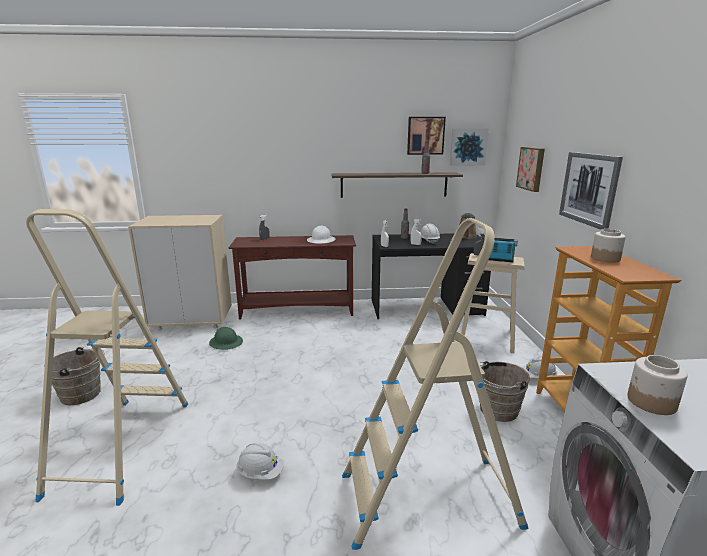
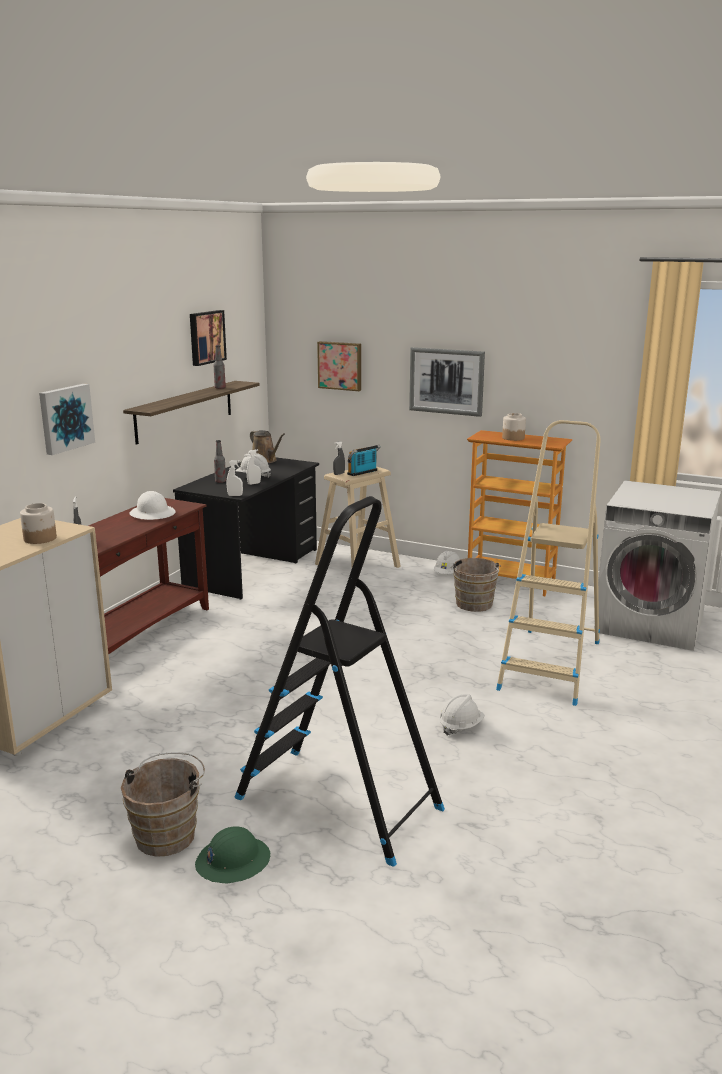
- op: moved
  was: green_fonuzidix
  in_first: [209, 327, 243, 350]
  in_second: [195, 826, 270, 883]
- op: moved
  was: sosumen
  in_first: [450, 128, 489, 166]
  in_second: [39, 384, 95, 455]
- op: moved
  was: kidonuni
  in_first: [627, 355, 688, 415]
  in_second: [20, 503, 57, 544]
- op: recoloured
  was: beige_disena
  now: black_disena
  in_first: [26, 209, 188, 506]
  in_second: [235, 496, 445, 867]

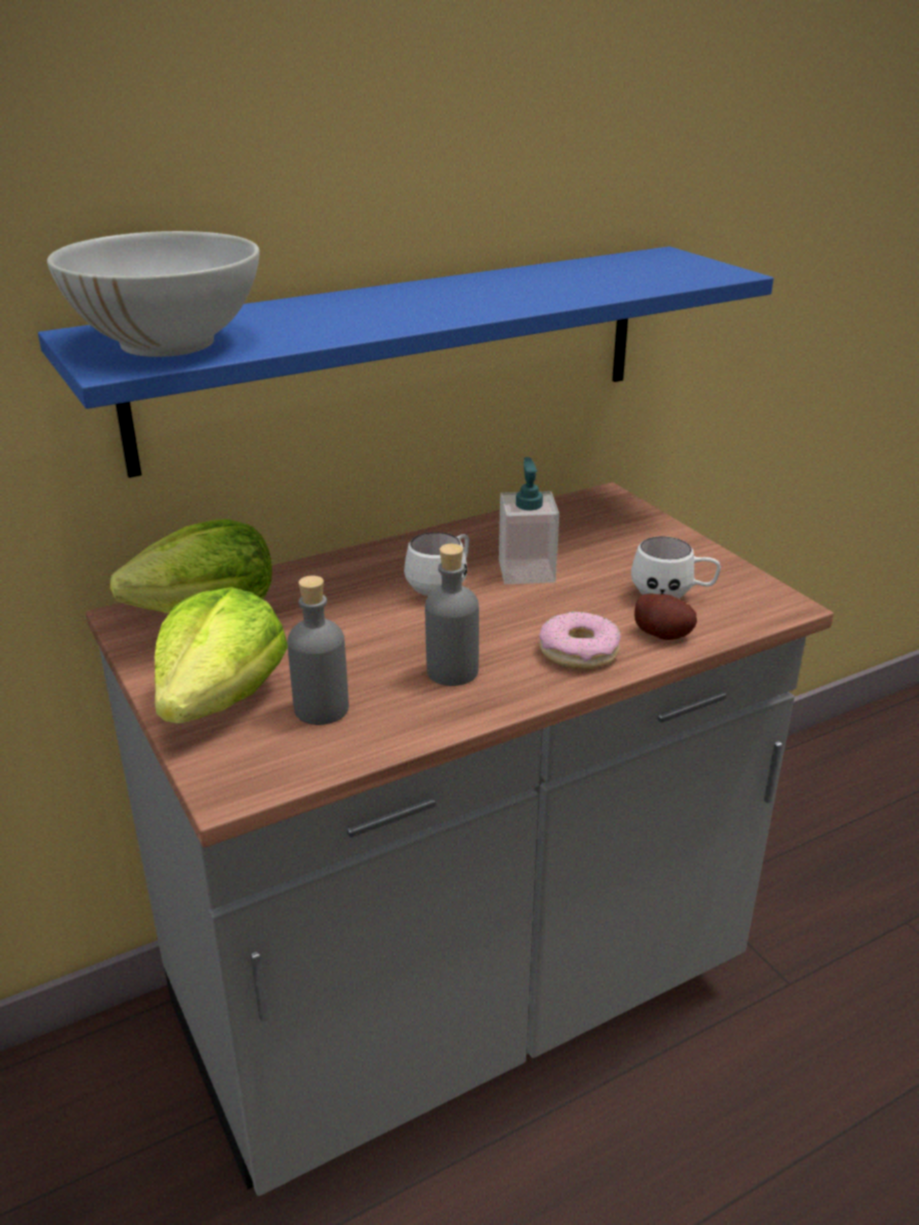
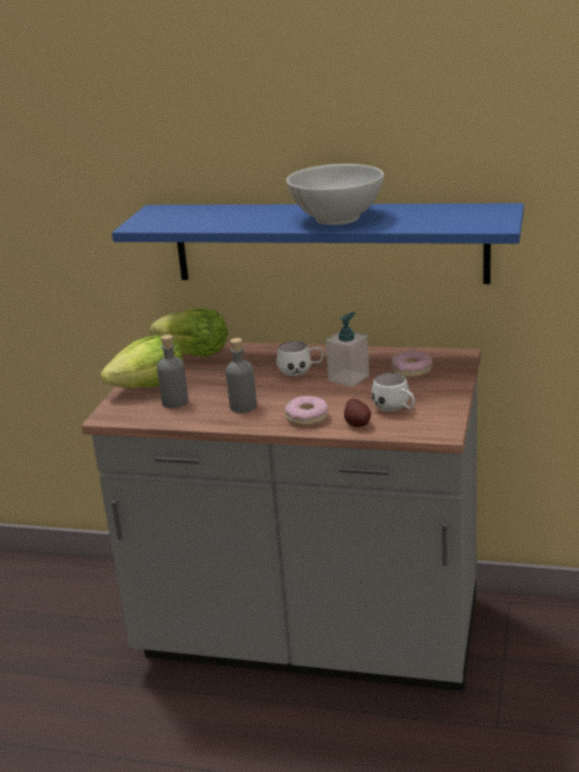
- op: added
  now: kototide
  in_second: [391, 351, 432, 378]
- op: moved
  was: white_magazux
  in_first: [47, 231, 260, 357]
  in_second: [286, 164, 384, 225]

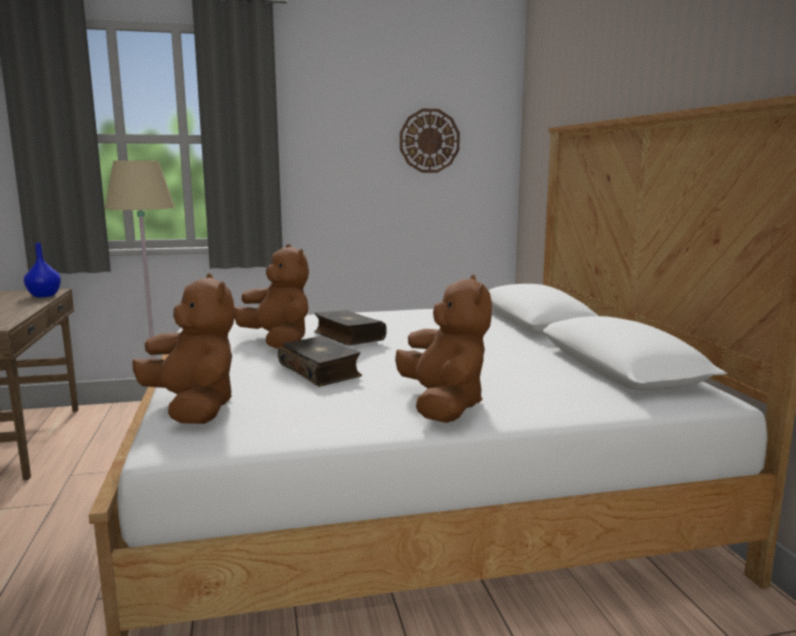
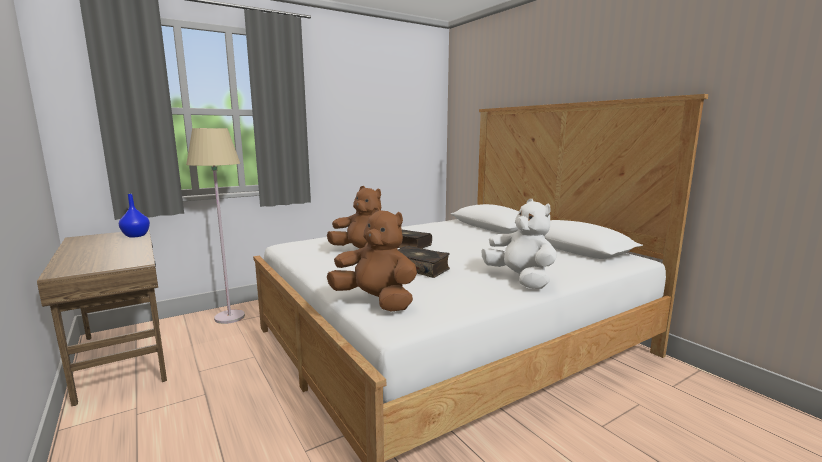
- op: removed
  was: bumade
  in_first: [400, 108, 460, 173]
- op: recoloured
  was: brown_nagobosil
  now: white_nagobosil
  in_first: [395, 275, 492, 423]
  in_second: [481, 199, 557, 289]

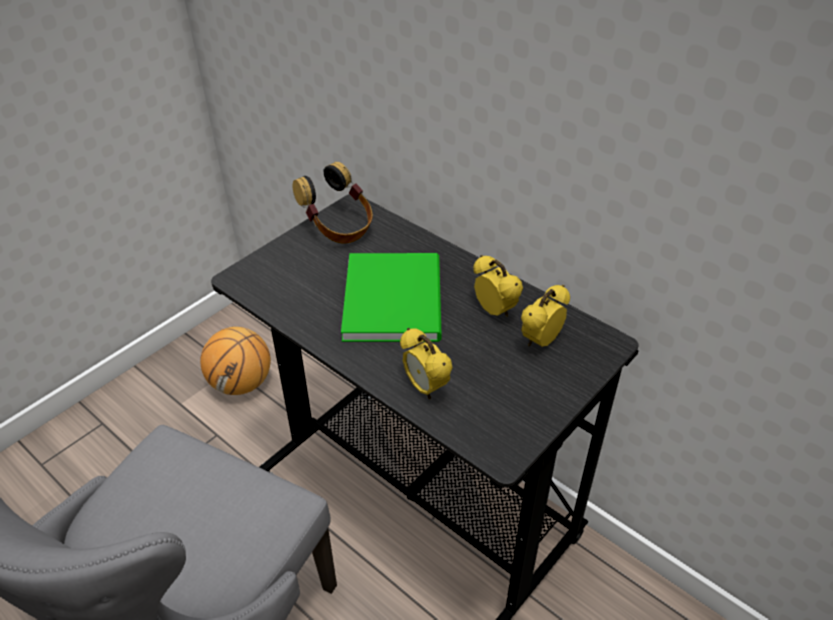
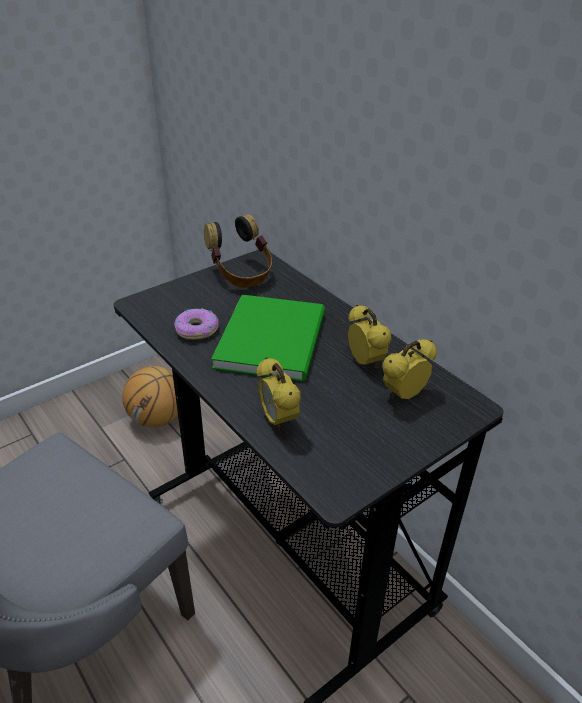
- op: added
  now: kototide
  in_second: [174, 308, 219, 340]

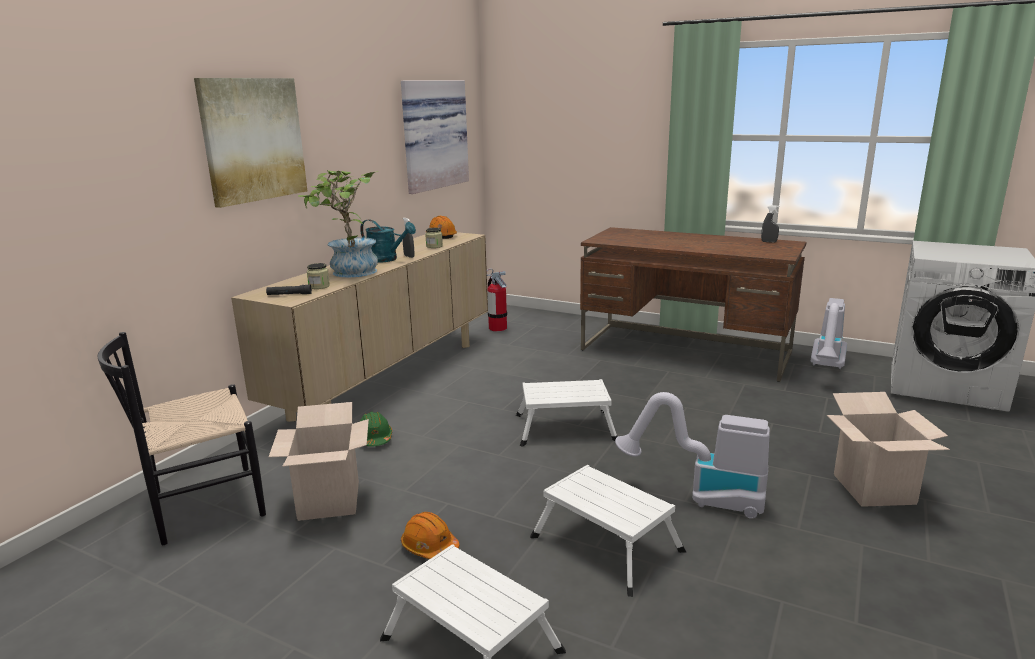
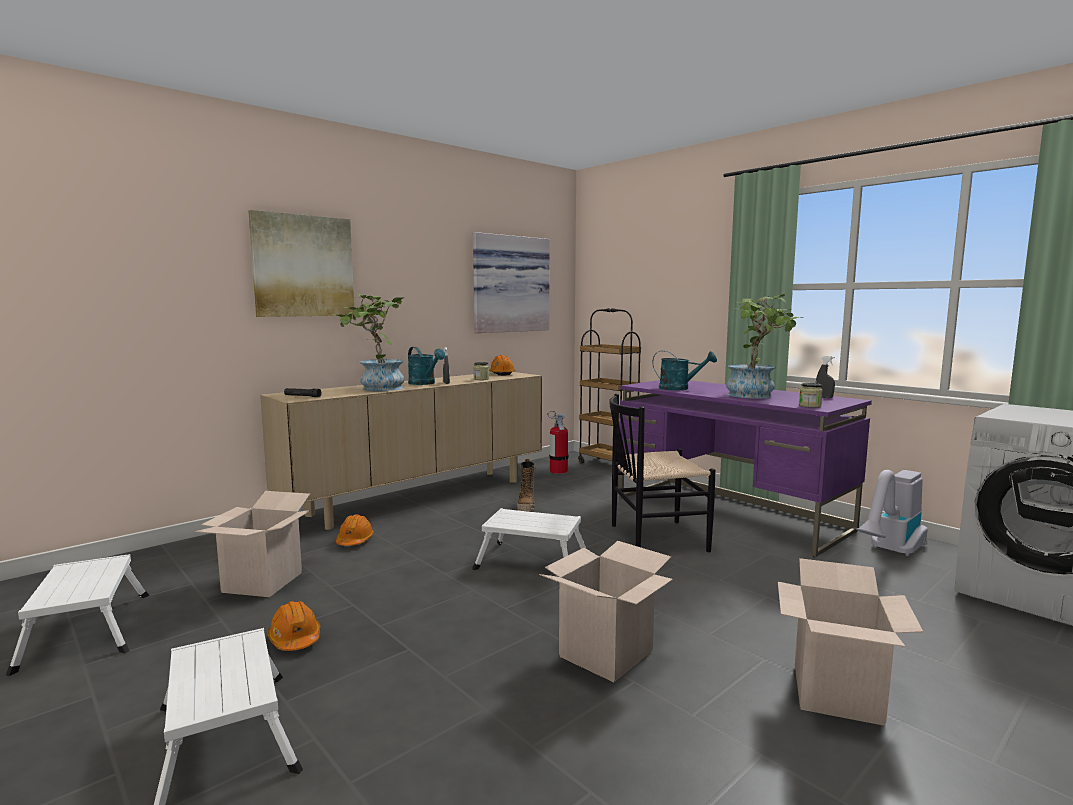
- op: added
  now: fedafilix
  in_second: [517, 458, 536, 512]
- op: added
  now: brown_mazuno
  in_second: [578, 308, 641, 471]
- op: added
  now: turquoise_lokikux
  in_second: [652, 351, 717, 390]
- op: added
  now: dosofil
  in_second: [726, 294, 804, 399]
- op: moved
  was: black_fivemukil
  in_first: [98, 332, 266, 545]
  in_second: [609, 394, 715, 552]
- op: moved
  was: kidonuni
  in_first: [307, 263, 330, 289]
  in_second: [799, 383, 823, 407]
- op: moved
  was: white_disena
  in_first: [530, 465, 686, 597]
  in_second: [6, 554, 150, 676]
- op: replaced
  was: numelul
  now: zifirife
  in_first: [615, 392, 770, 519]
  in_second: [539, 541, 673, 682]
- op: recoloured
  was: green_fonuzidix
  now: orange_fonuzidix
  in_first: [359, 412, 392, 446]
  in_second: [336, 514, 374, 546]
- op: recoloured
  was: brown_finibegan
  now: purple_finibegan
  in_first: [580, 227, 807, 382]
  in_second: [619, 380, 872, 557]

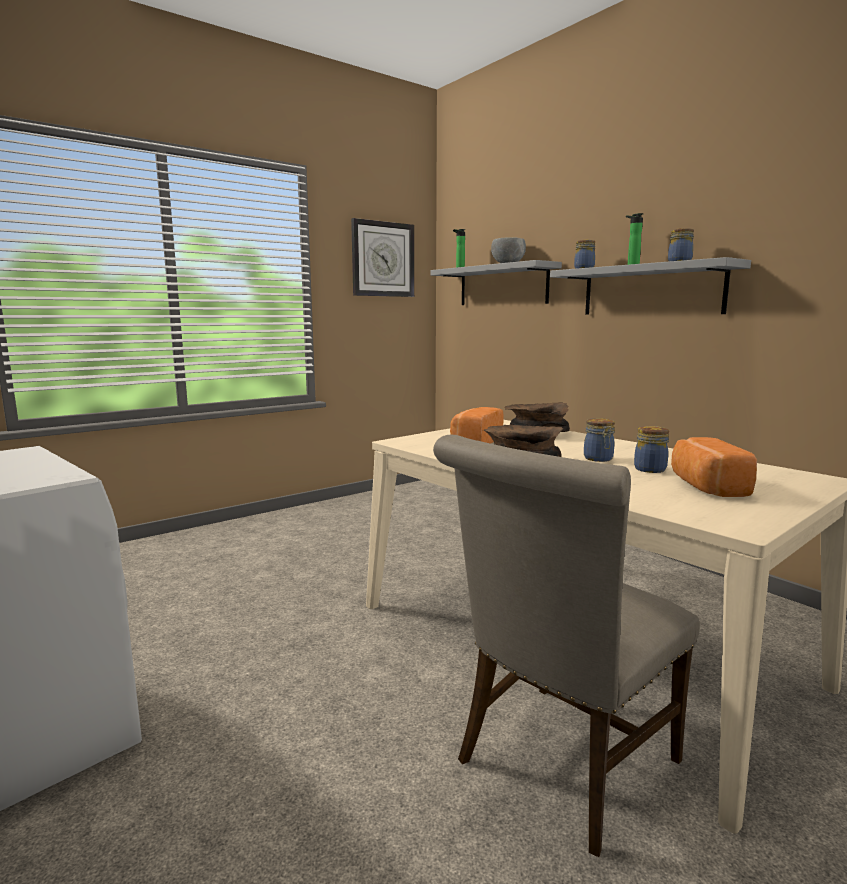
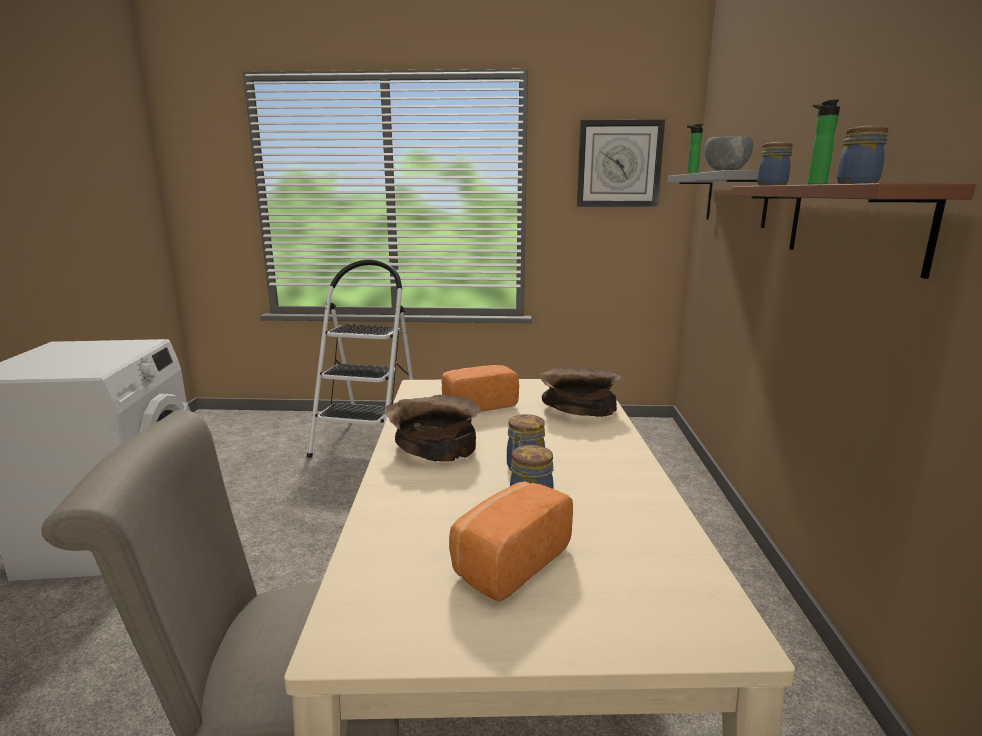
- op: added
  now: disena
  in_second: [307, 259, 413, 458]
- op: recoloured
  was: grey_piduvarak
  now: brown_piduvarak
  in_first: [550, 257, 751, 314]
  in_second: [732, 183, 976, 279]

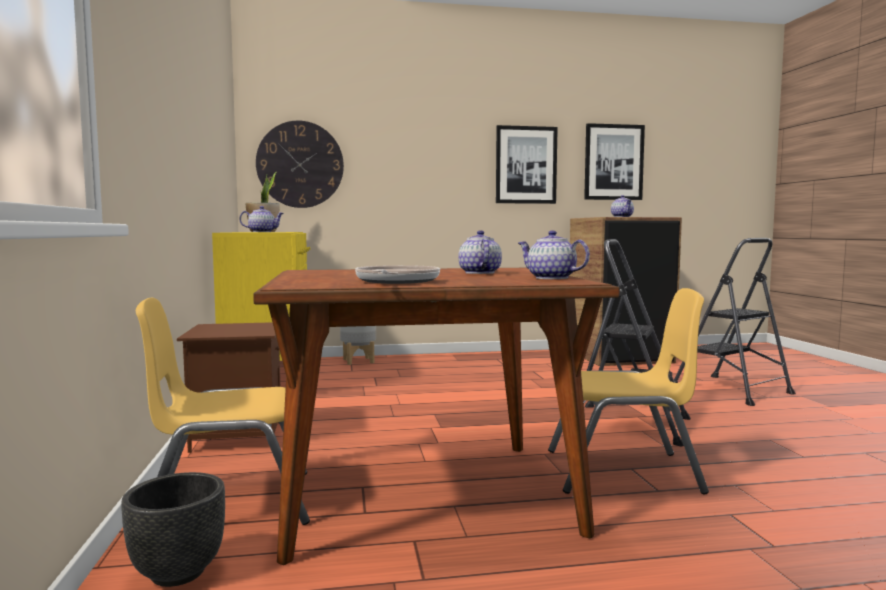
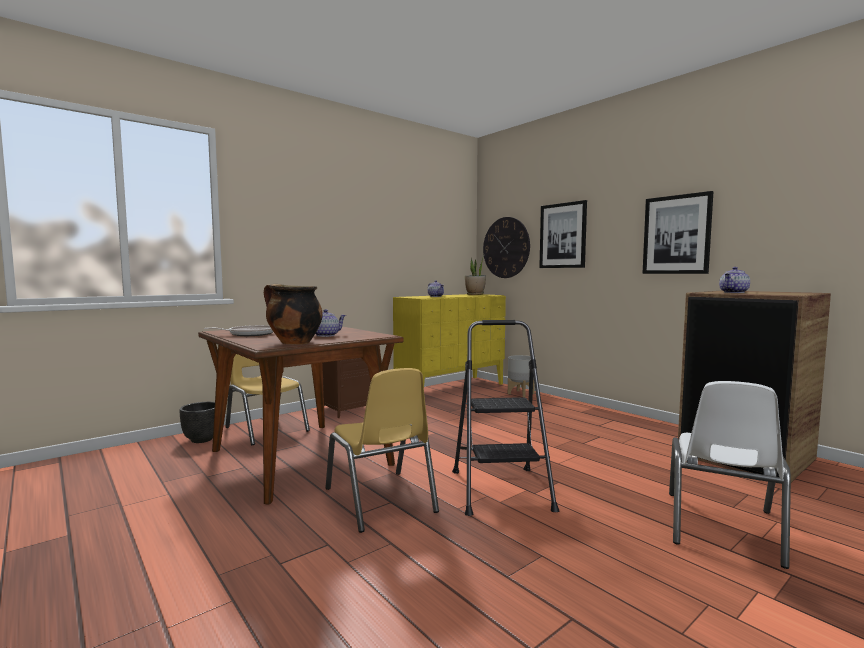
- op: moved
  was: sosumen
  in_first: [584, 123, 645, 200]
  in_second: [539, 200, 587, 268]
- op: replaced
  was: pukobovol
  now: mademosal
  in_first: [518, 230, 590, 279]
  in_second: [264, 284, 322, 345]
- op: replaced
  was: black_disena
  now: white_fivemukil
  in_first: [674, 238, 796, 406]
  in_second: [669, 381, 791, 569]

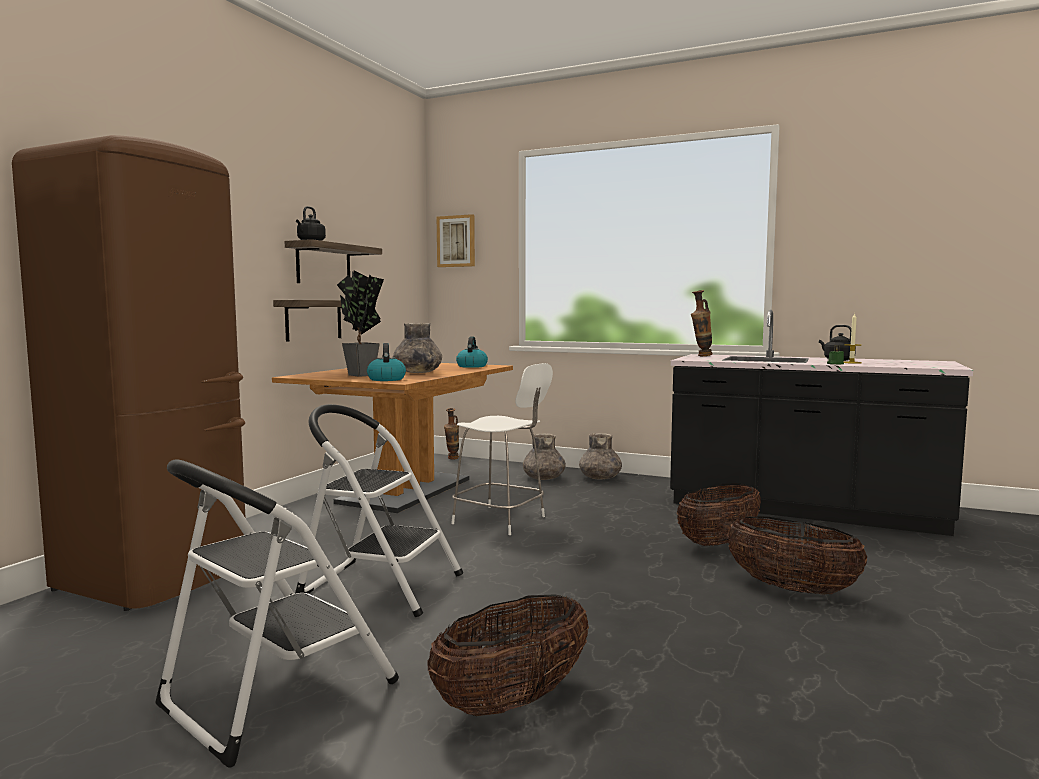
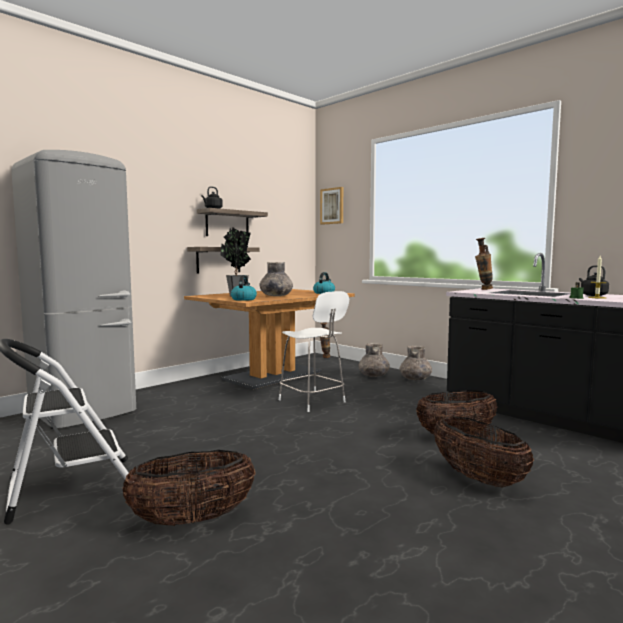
- op: removed
  was: disena
  in_first: [295, 404, 463, 617]
- op: recoloured
  was: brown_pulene
  now: grey_pulene
  in_first: [12, 135, 246, 611]
  in_second: [11, 150, 136, 429]

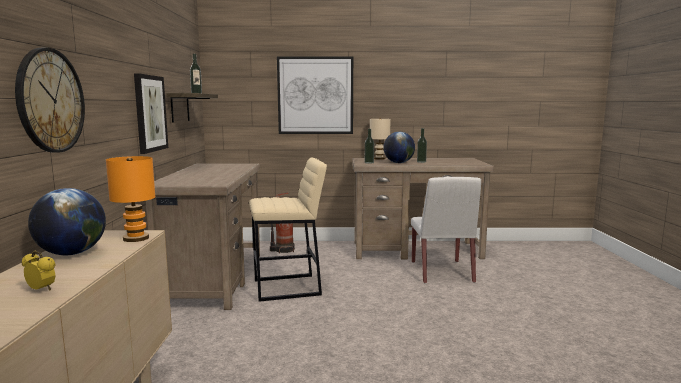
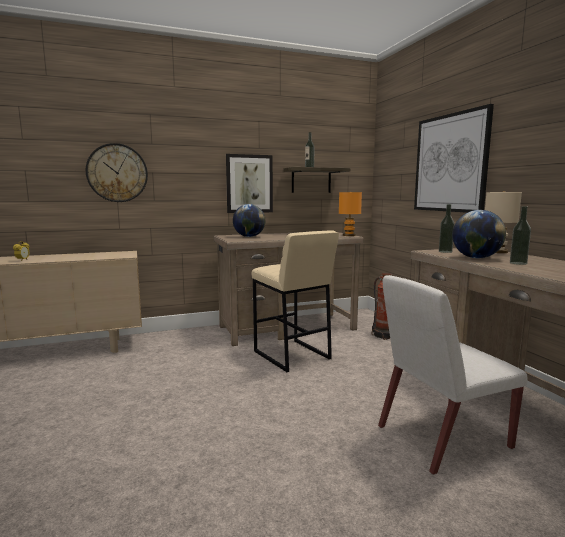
- op: moved
  was: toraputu
  in_first: [28, 188, 106, 255]
  in_second: [233, 204, 265, 237]
- op: moved
  was: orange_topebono
  in_first: [106, 156, 155, 242]
  in_second: [339, 192, 362, 236]

